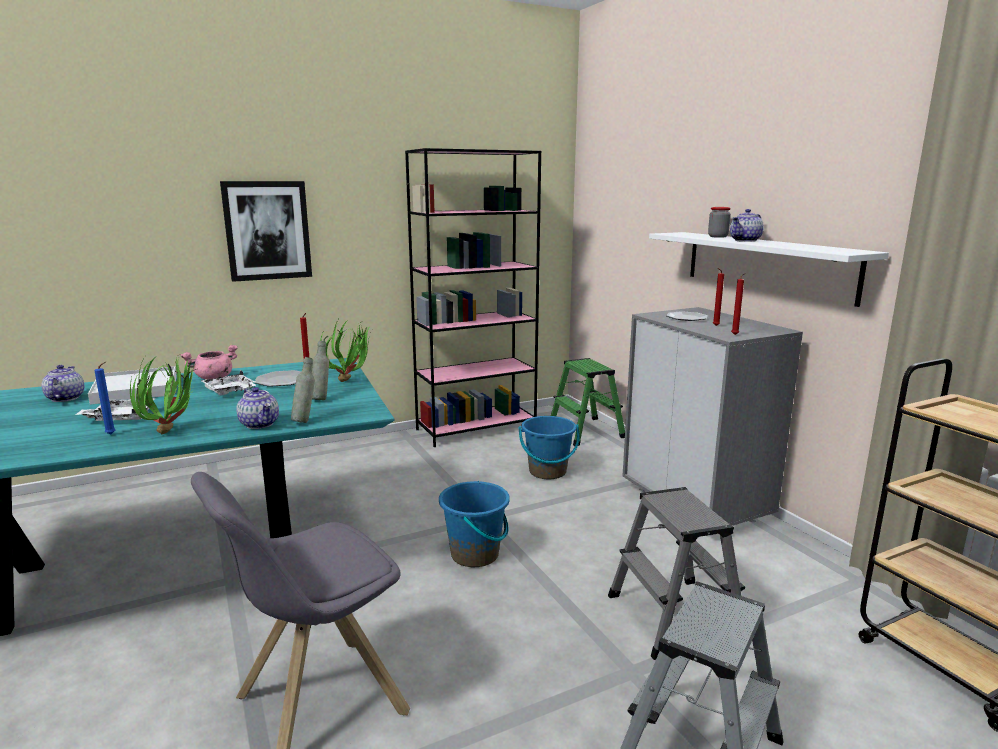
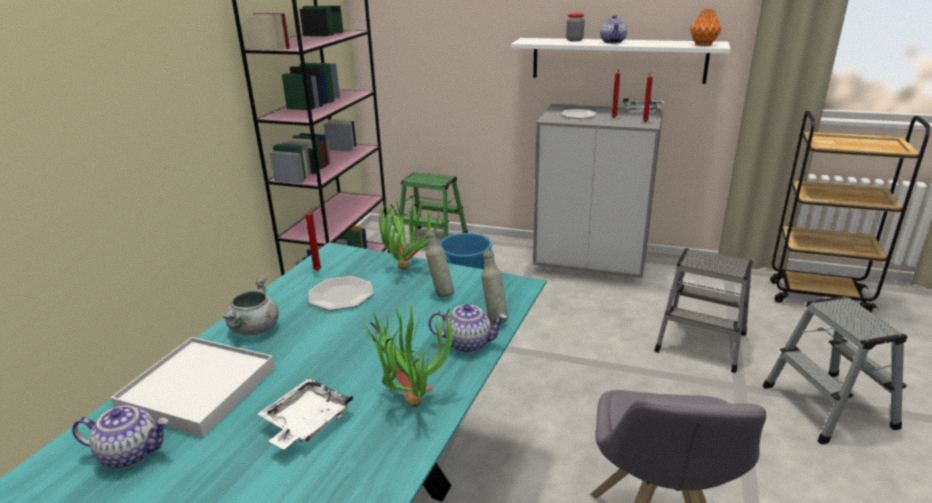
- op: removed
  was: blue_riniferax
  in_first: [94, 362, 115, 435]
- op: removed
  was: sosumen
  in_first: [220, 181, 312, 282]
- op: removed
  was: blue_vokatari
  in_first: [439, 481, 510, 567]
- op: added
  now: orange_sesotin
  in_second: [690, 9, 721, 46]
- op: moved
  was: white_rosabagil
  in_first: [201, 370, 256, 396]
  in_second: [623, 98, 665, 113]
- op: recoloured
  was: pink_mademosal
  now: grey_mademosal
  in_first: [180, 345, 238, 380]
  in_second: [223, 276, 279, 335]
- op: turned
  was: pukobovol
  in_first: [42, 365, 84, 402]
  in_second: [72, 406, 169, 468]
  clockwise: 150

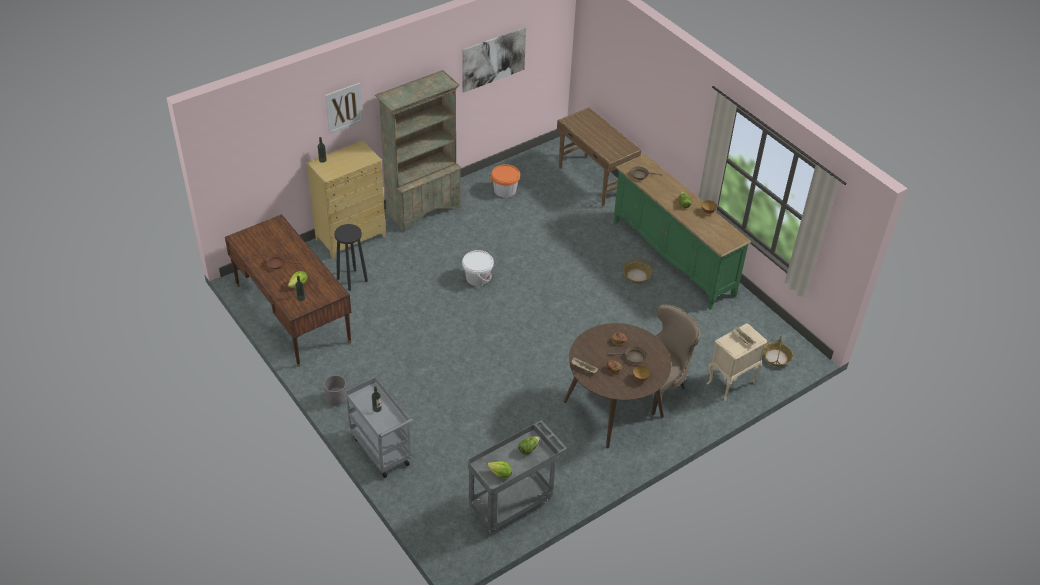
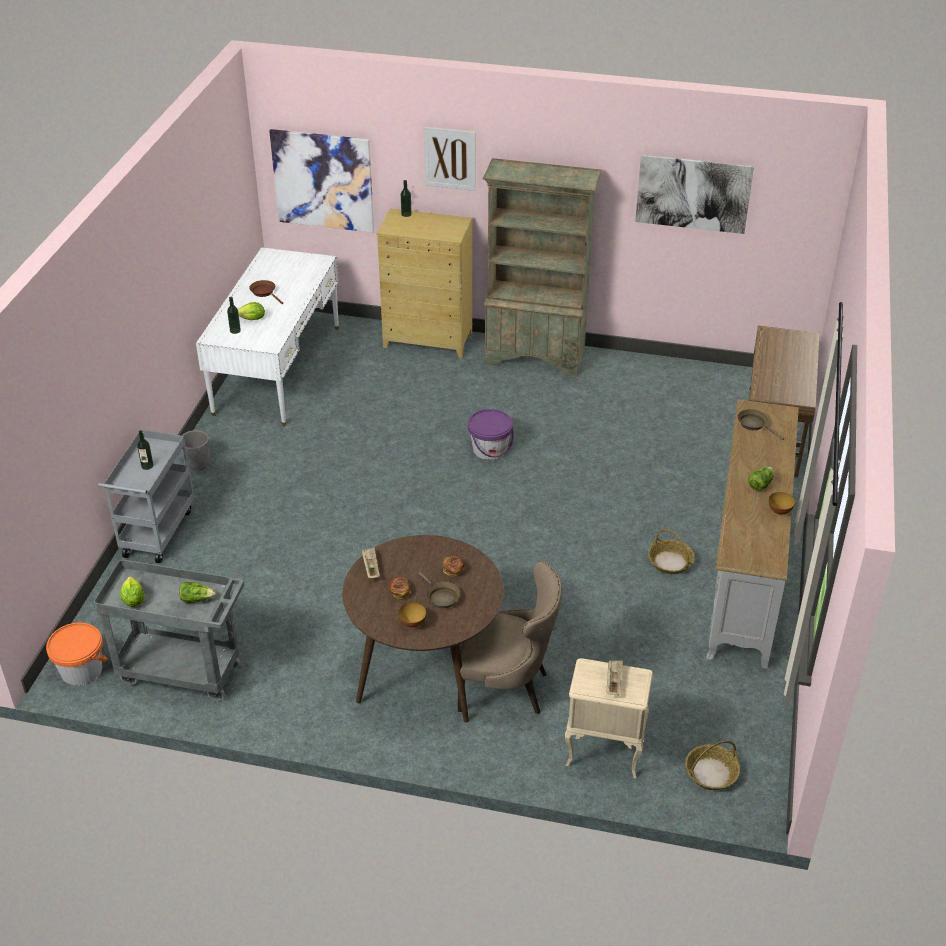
- op: removed
  was: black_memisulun
  in_first: [334, 224, 368, 291]
- op: added
  now: sosumen
  in_second: [269, 129, 374, 233]
- op: moved
  was: orange_vokatari
  in_first: [489, 164, 520, 198]
  in_second: [46, 623, 108, 685]
- op: recoloured
  was: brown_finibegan
  now: white_finibegan
  in_first: [225, 214, 351, 367]
  in_second: [196, 247, 339, 426]
- op: recoloured
  was: white_vokatari
  now: purple_vokatari
  in_first: [462, 250, 494, 286]
  in_second: [468, 409, 514, 460]
- op: recoloured
  was: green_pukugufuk
  now: grey_pukugufuk
  in_first: [613, 154, 751, 310]
  in_second: [706, 400, 800, 669]

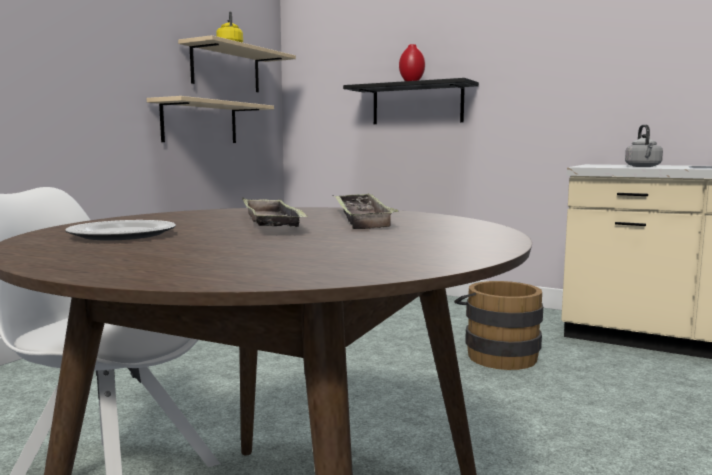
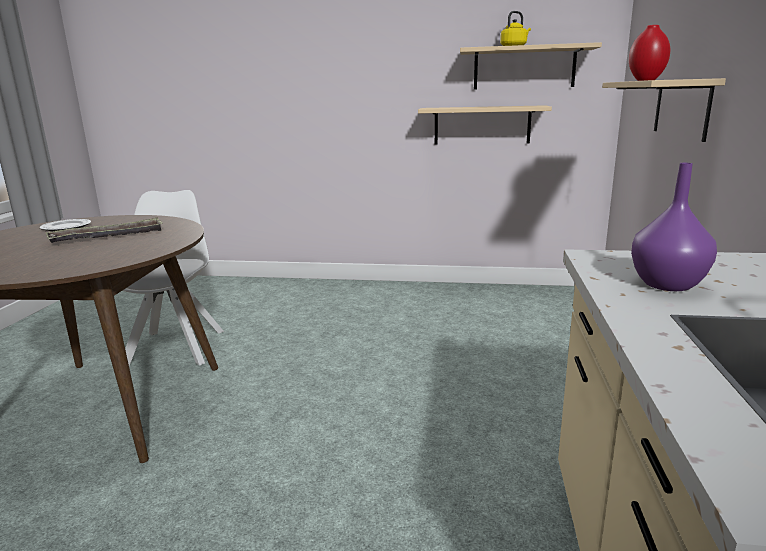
- op: removed
  was: rosabagil
  in_first: [333, 193, 399, 229]
- op: removed
  was: brown_vokatari
  in_first: [454, 281, 543, 370]
- op: replaced
  was: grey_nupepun
  now: purple_sesotin
  in_first: [625, 124, 663, 167]
  in_second: [631, 163, 717, 291]
- op: recoloured
  was: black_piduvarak
  now: beige_piduvarak
  in_first: [343, 78, 479, 124]
  in_second: [602, 78, 726, 142]

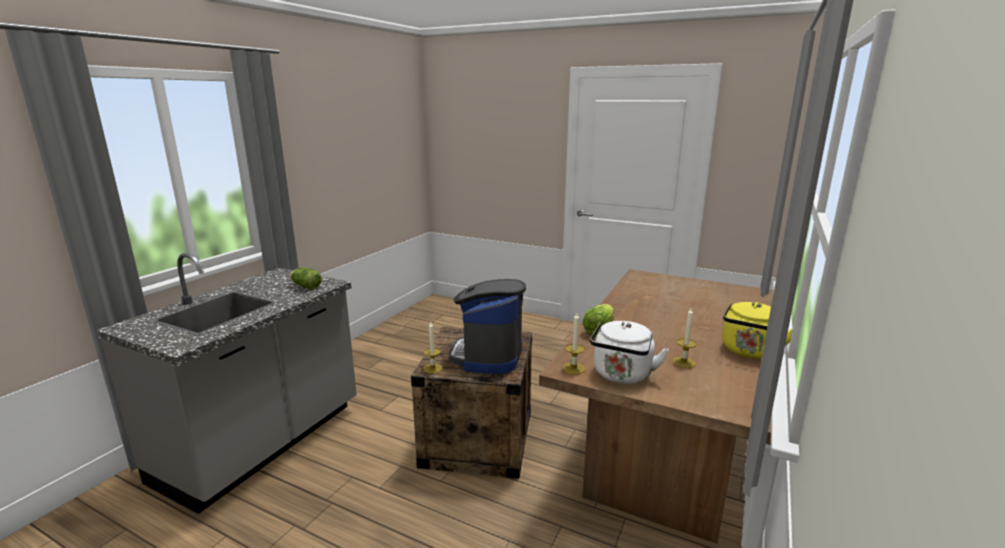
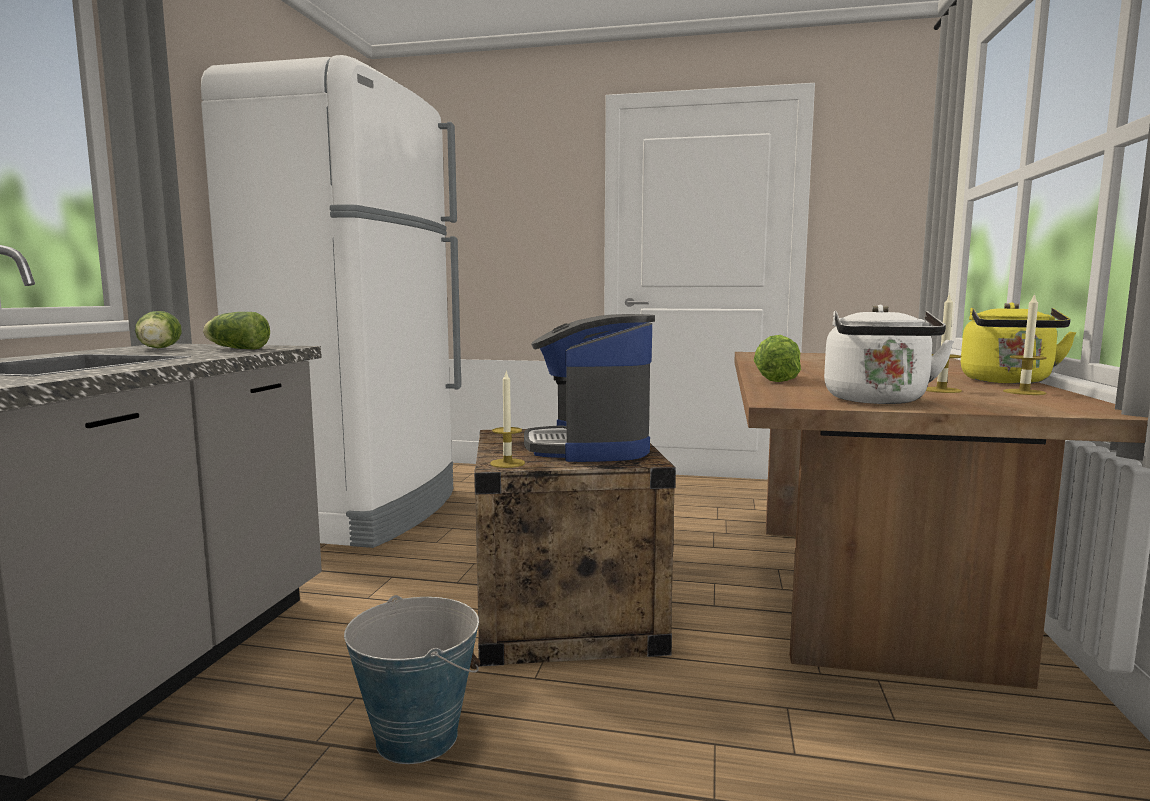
- op: added
  now: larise
  in_second: [135, 311, 182, 348]
- op: added
  now: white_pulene
  in_second: [201, 55, 461, 548]
- op: added
  now: vokatari
  in_second: [344, 595, 480, 764]
- op: moved
  was: riniferax
  in_first: [562, 313, 585, 374]
  in_second: [1003, 293, 1047, 395]

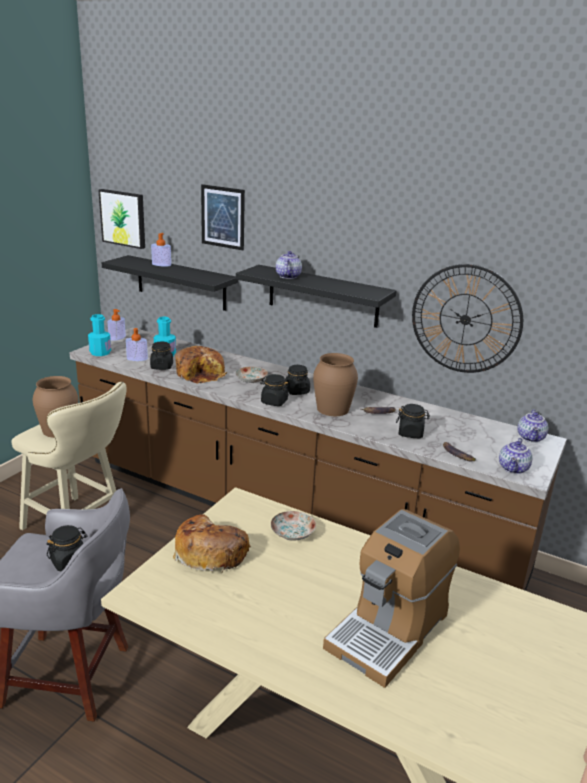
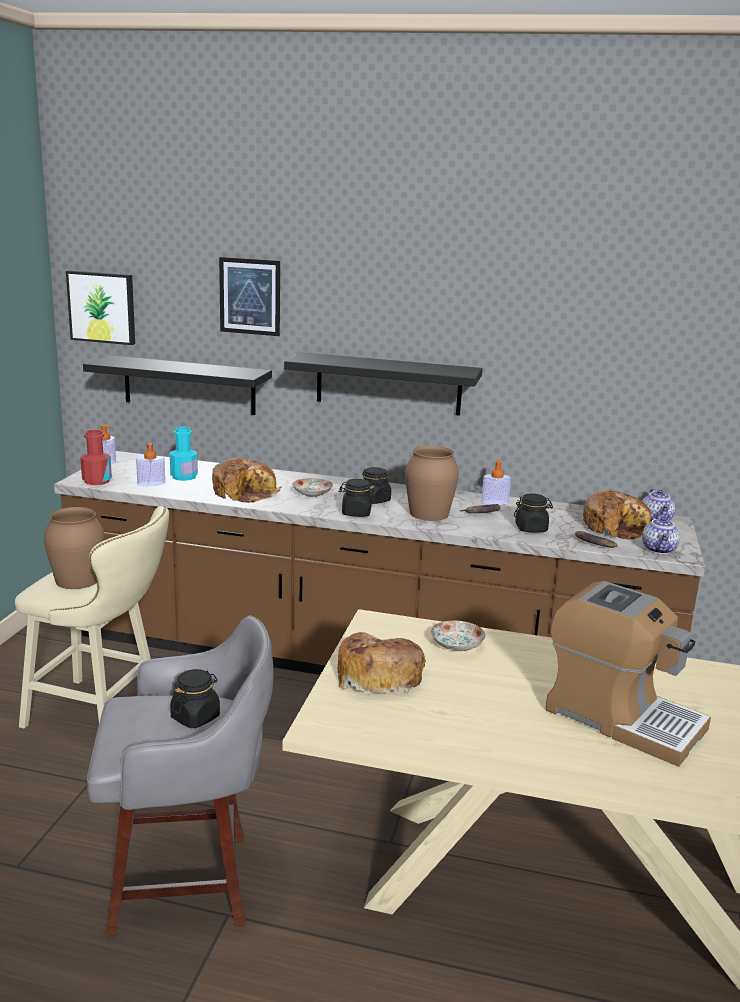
- op: removed
  was: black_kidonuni
  in_first: [150, 342, 173, 370]
- op: removed
  was: pukobovol
  in_first: [276, 251, 302, 279]
- op: removed
  was: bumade
  in_first: [412, 264, 523, 373]
- op: added
  now: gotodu
  in_second: [583, 490, 651, 540]
- op: moved
  was: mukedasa
  in_first: [151, 233, 171, 267]
  in_second: [481, 460, 511, 505]
- op: recoloured
  was: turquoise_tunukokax
  now: red_tunukokax
  in_first: [88, 314, 111, 356]
  in_second: [81, 430, 112, 485]
- op: turned
  was: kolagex
  in_first: [323, 509, 460, 688]
  in_second: [545, 581, 711, 767]
  clockwise: -75

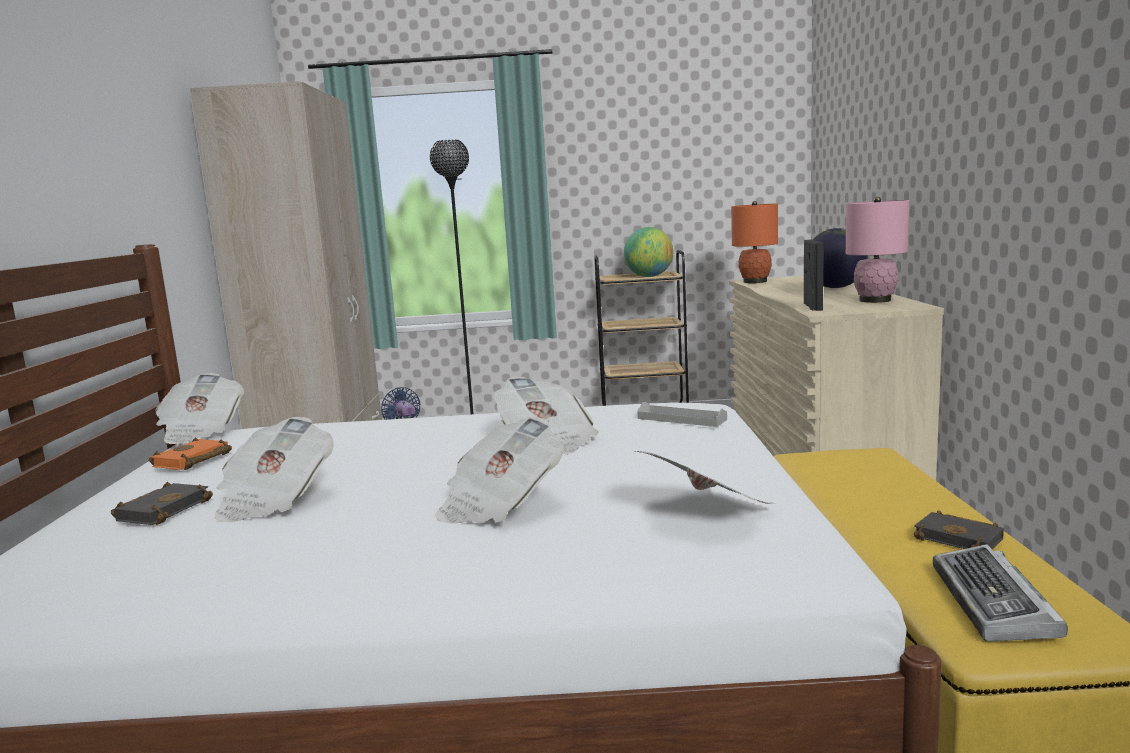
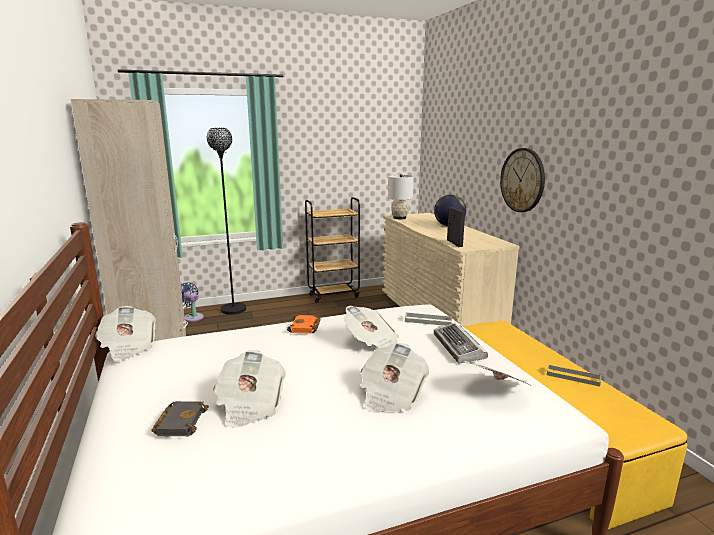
- op: removed
  was: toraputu
  in_first: [624, 227, 673, 277]
- op: removed
  was: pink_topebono
  in_first: [846, 197, 909, 303]
- op: added
  now: bumade
  in_second: [500, 148, 545, 212]
- op: moved
  was: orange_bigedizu
  in_first: [149, 437, 232, 470]
  in_second: [287, 315, 321, 334]
- op: moved
  was: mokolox
  in_first: [933, 544, 1068, 642]
  in_second: [434, 323, 488, 364]
- op: replaced
  was: black_bigedizu
  now: grey_rosabagil
  in_first: [914, 510, 1004, 549]
  in_second: [547, 364, 601, 387]
- op: recoloured
  was: orange_topebono
  now: white_topebono
  in_first: [731, 201, 778, 283]
  in_second: [388, 174, 414, 219]

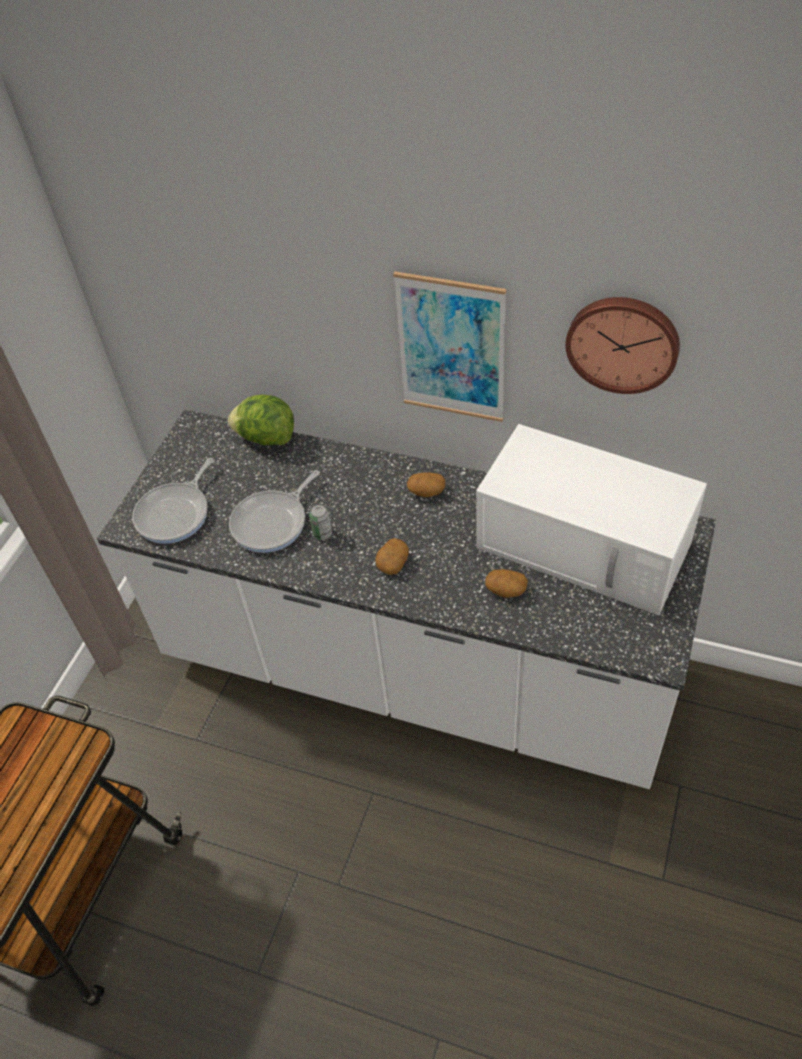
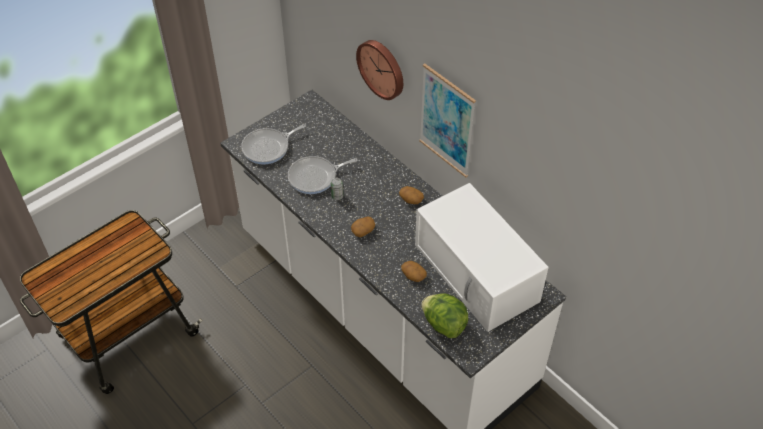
- op: moved
  was: larise
  in_first: [228, 395, 294, 445]
  in_second: [421, 293, 468, 338]
- op: moved
  was: bumade
  in_first: [565, 297, 680, 394]
  in_second: [356, 40, 403, 100]

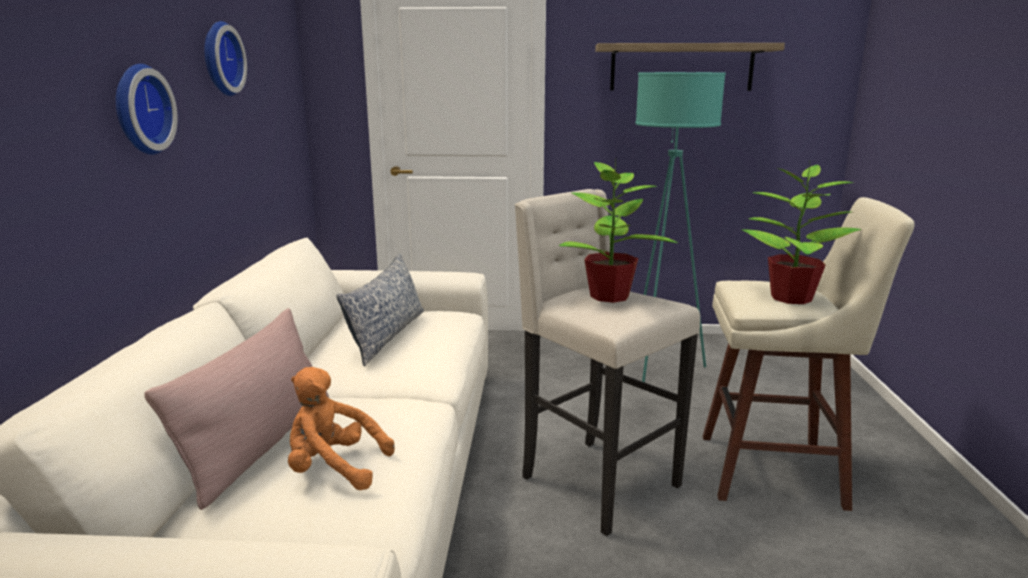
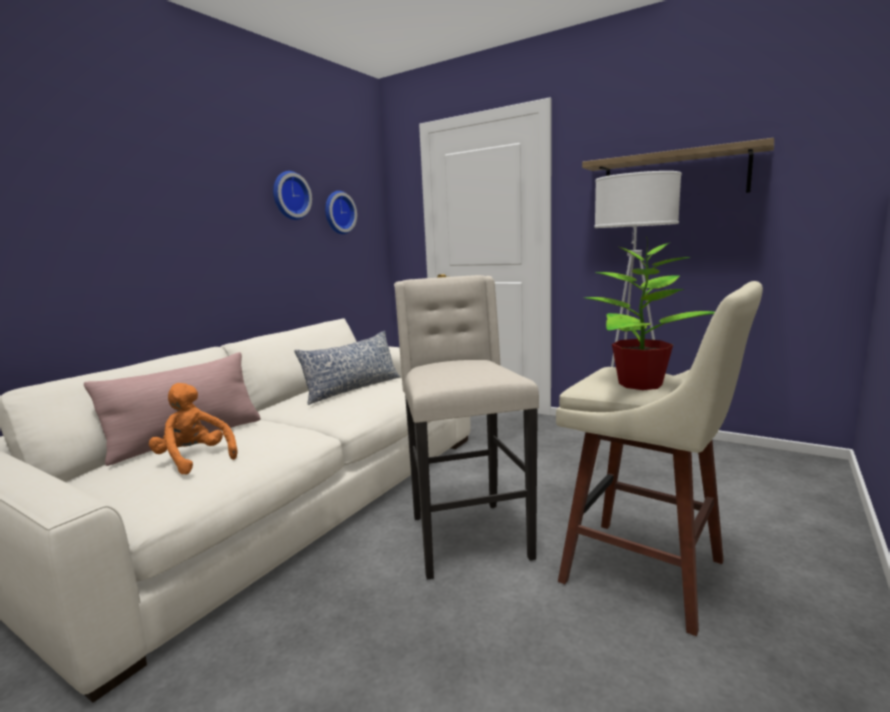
- op: removed
  was: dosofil
  in_first: [559, 160, 678, 303]
- op: moved
  was: bumade
  in_first: [116, 64, 178, 155]
  in_second: [325, 191, 357, 234]
- op: recoloured
  was: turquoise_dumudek
  now: white_dumudek
  in_first: [635, 72, 726, 382]
  in_second: [594, 171, 682, 470]

